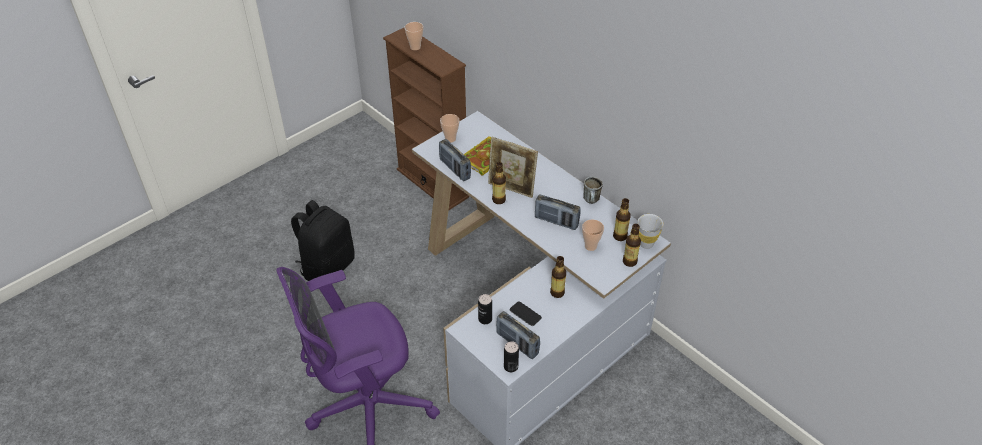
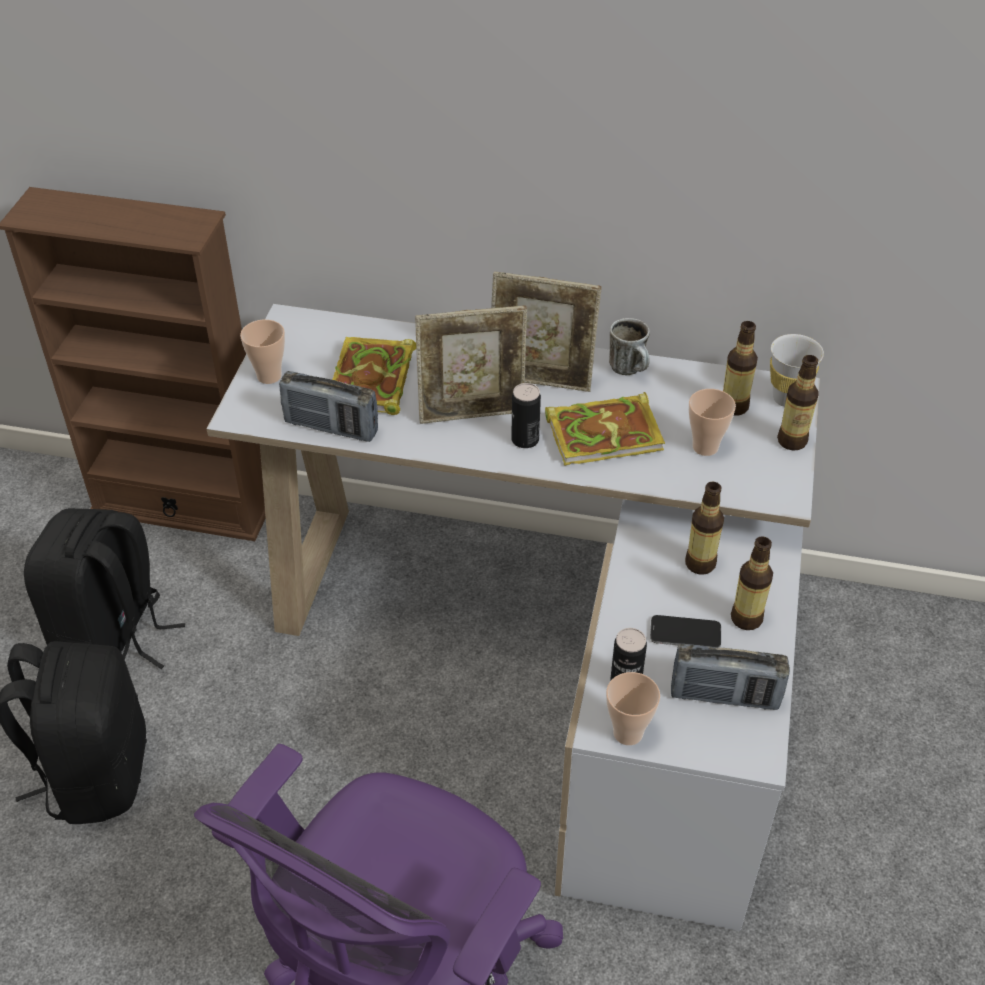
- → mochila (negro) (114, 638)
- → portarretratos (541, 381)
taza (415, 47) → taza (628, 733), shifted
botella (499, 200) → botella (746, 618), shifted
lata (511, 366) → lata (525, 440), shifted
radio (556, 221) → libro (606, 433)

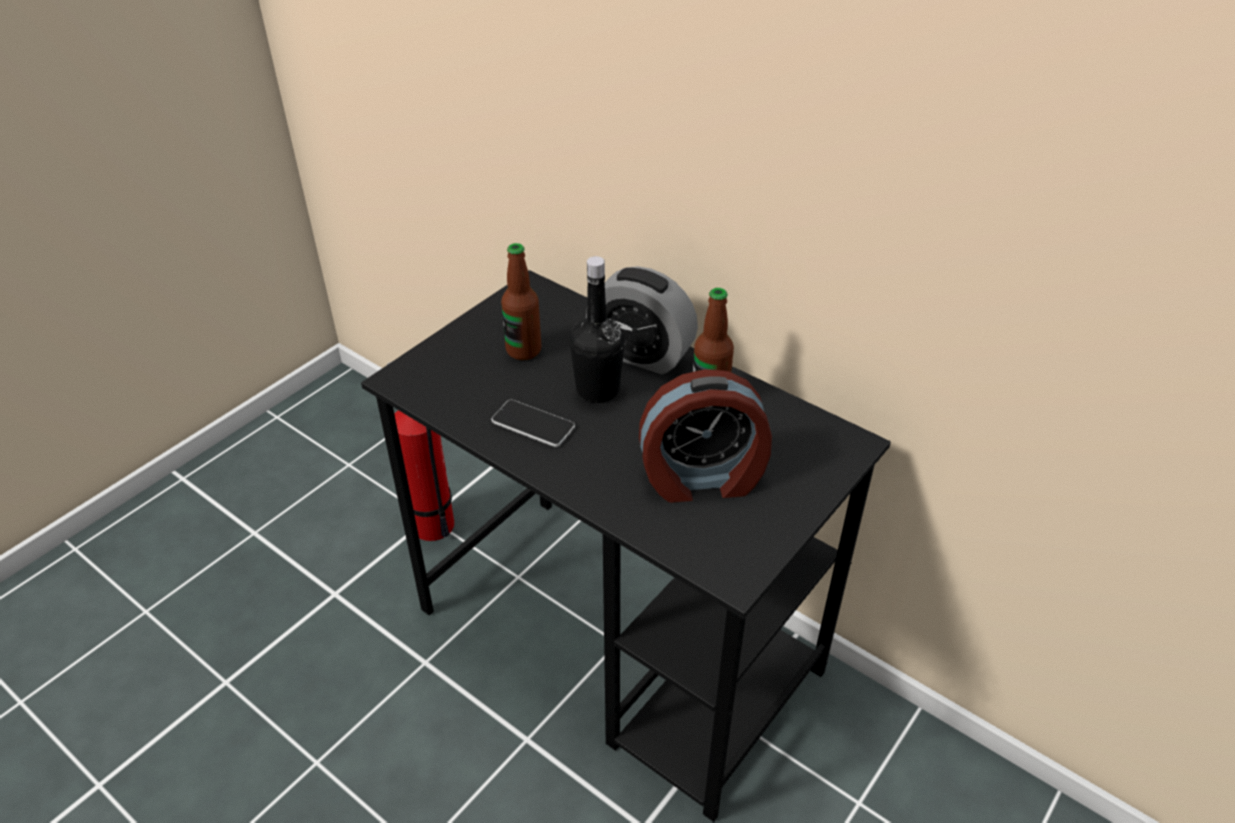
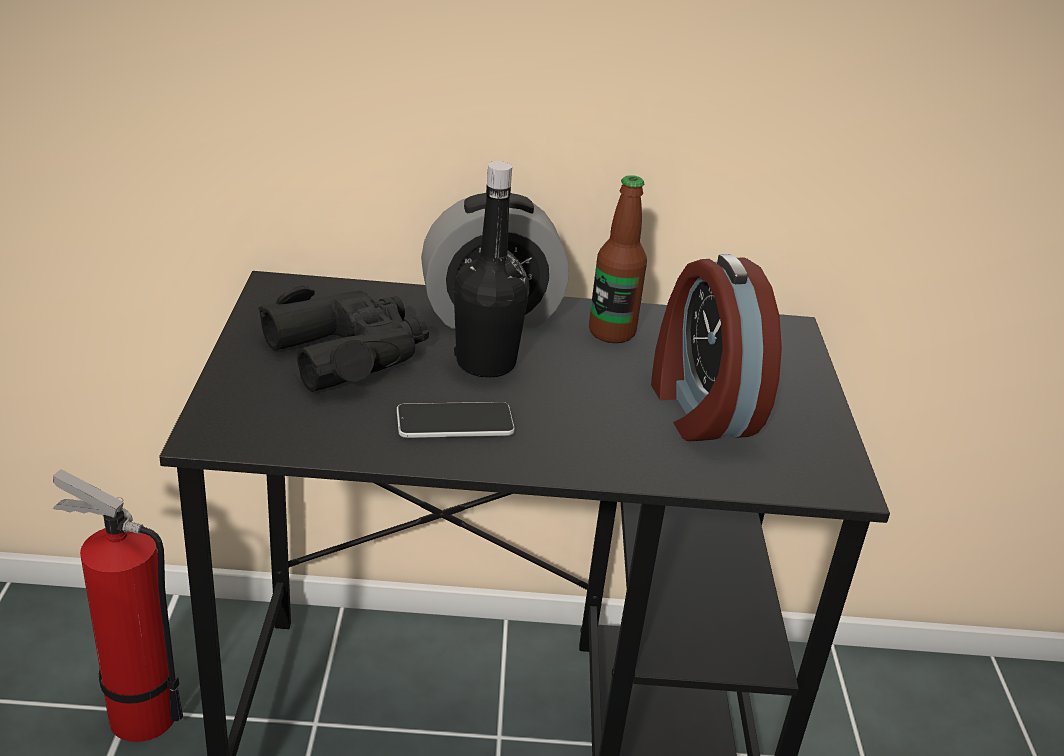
botella (523, 350) → prismáticos (negro) (348, 352)
despertador (702, 479) → despertador (699, 408), 120 degrees clockwise

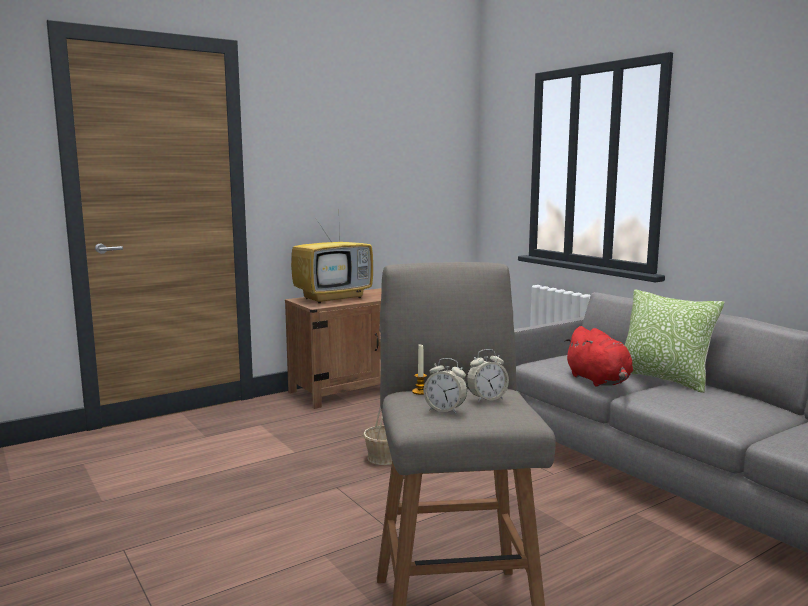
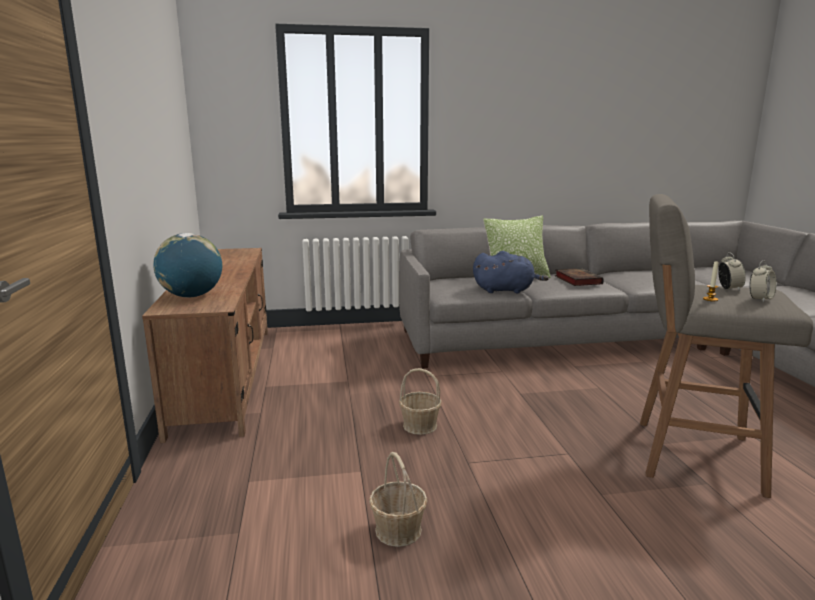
- → cesta (398, 530)
- → libro (576, 280)
televisor (334, 298) → globo terráqueo (191, 296)
peluche (rojo) (599, 381) → peluche (azul) (506, 290)

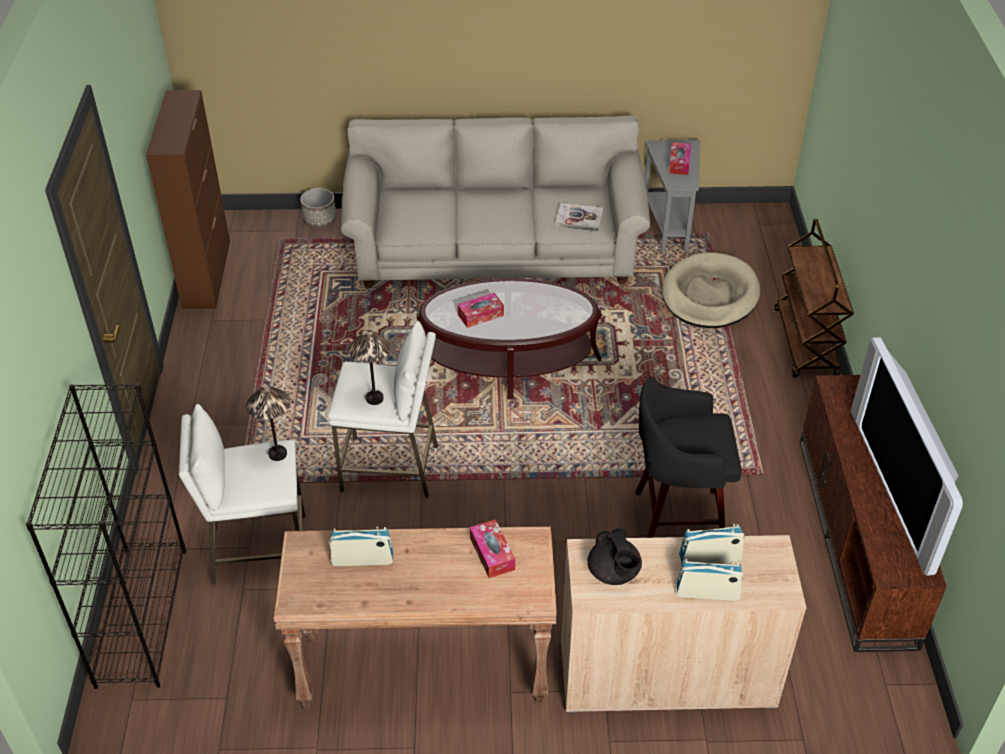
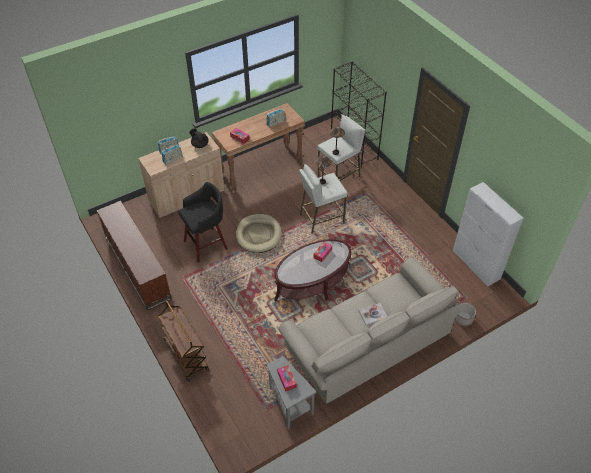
televisor (896, 488) → -
libro (579, 218) → libro (373, 314), shifted
cama para perro (beis) (709, 295) → cama para perro (beis) (258, 235), shifted
armario (marrón) (207, 273) → armario (blanco) (476, 265)

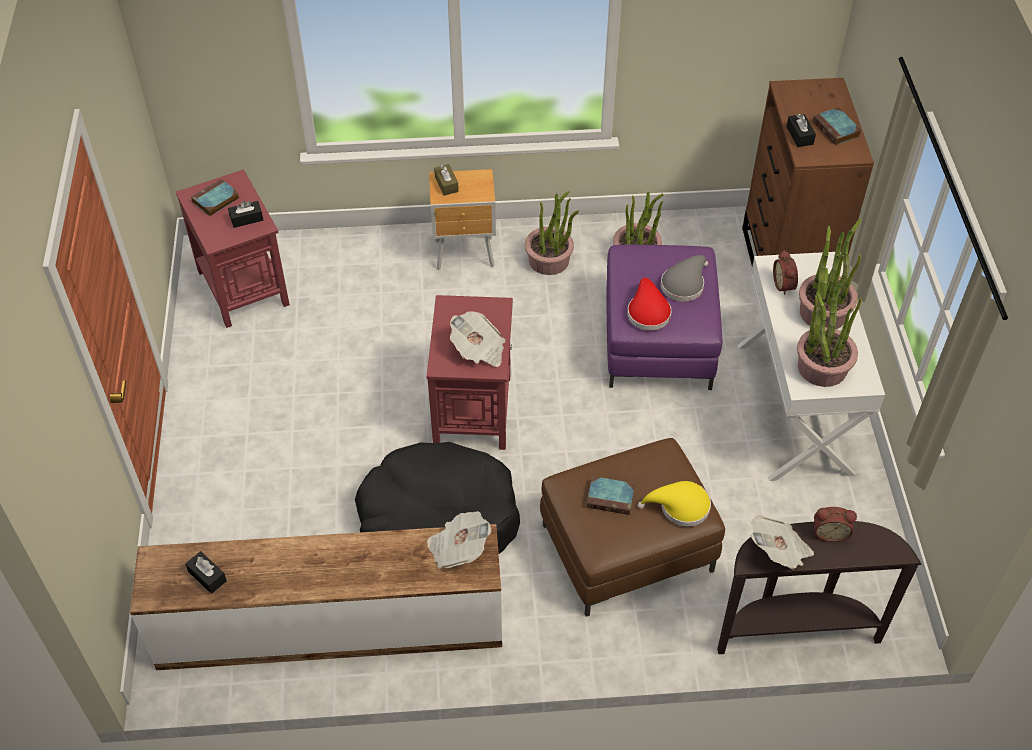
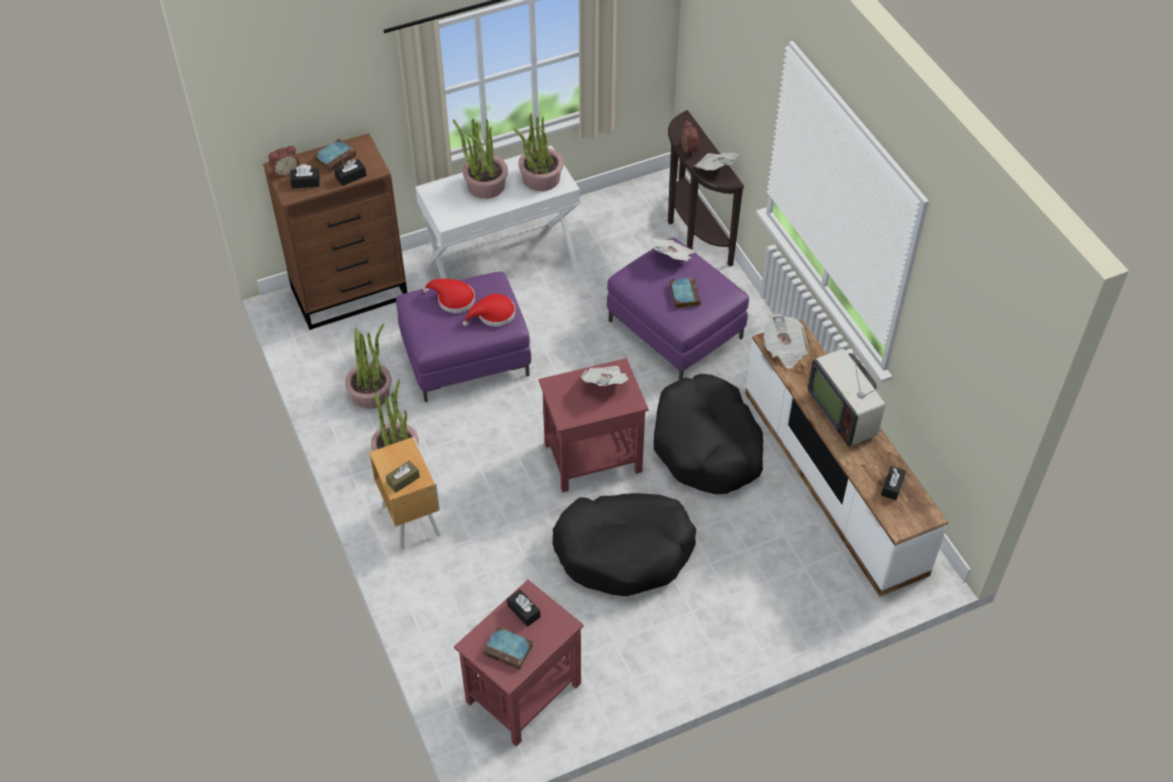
- → caja de pañuelos (negro) (305, 182)
- → cama para perro (negro) (624, 551)
- → televisor (844, 412)
despertador (785, 285) → despertador (285, 171), shifted
sombrero (amarillo) (680, 507) → periódico (672, 257)
puf (marrón) (627, 548) → puf (morado) (675, 329)
sombrero (gris) (684, 284) → sombrero (rojo) (453, 299)

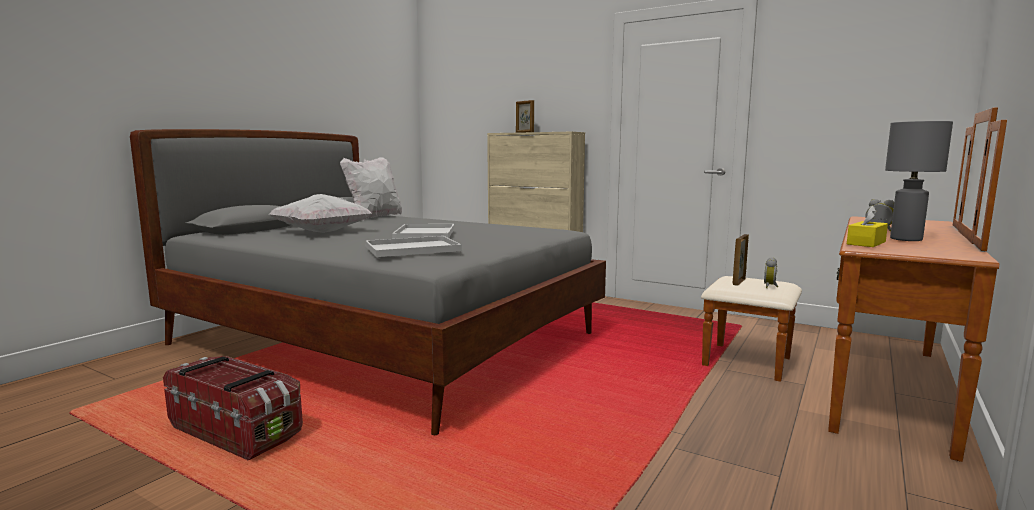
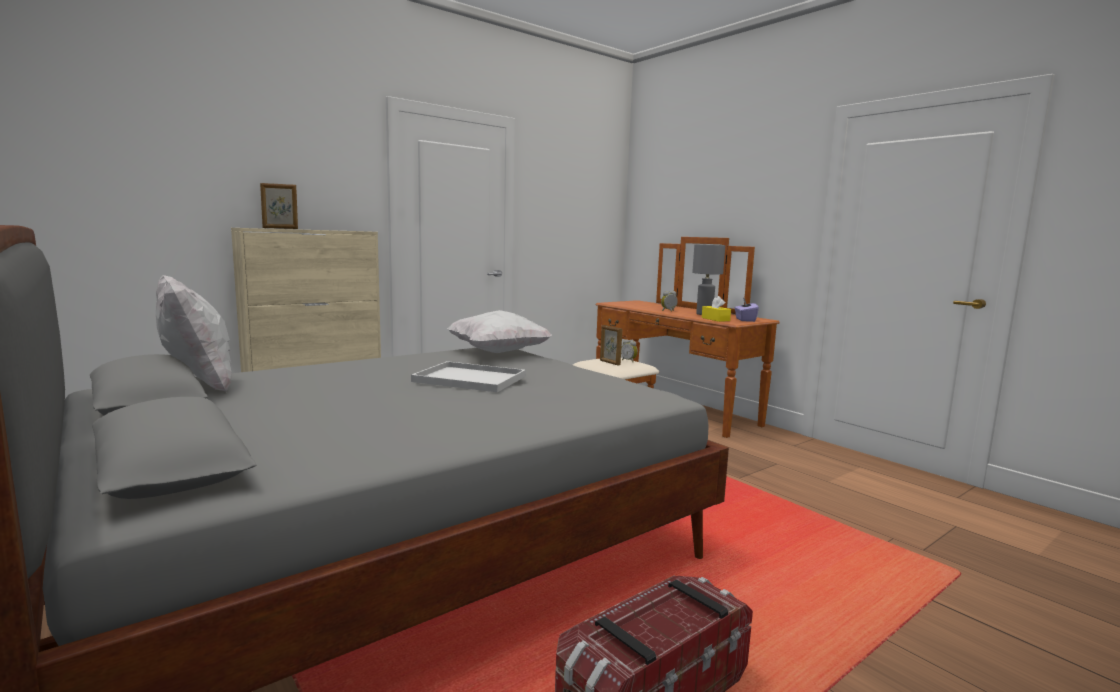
bandeja (blanco) (411, 249) → -
- → caja de pañuelos (morado) (745, 320)
cojín (blanco) (322, 232) → cojín (blanco) (498, 353), shifted

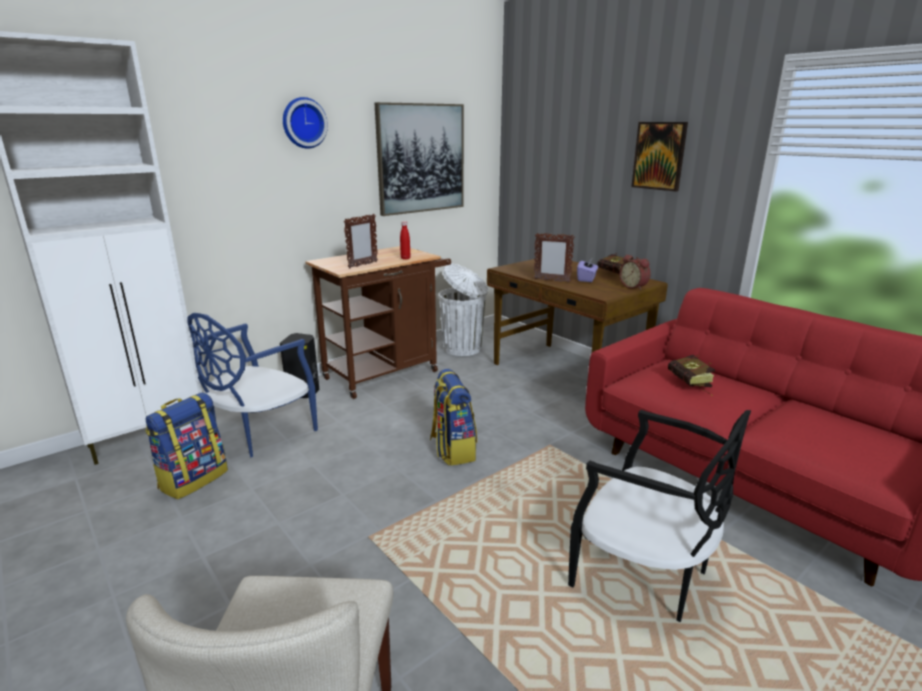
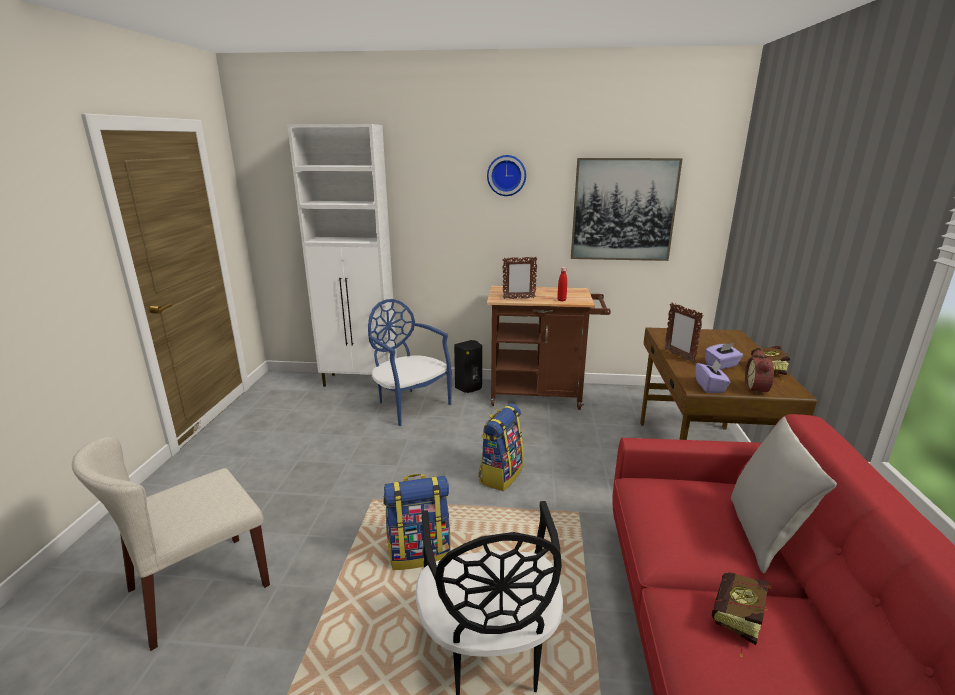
papelera (blanco) (463, 349) → -
cuadro (659, 156) → -
- → caja de pañuelos (morado) (710, 387)
- → cojín (gris) (763, 534)
mochila (193, 479) → mochila (419, 553), shifted
libro (691, 385) → libro (735, 623), shifted
silla (azul) (260, 434) → silla (azul) (410, 405), 60 degrees clockwise

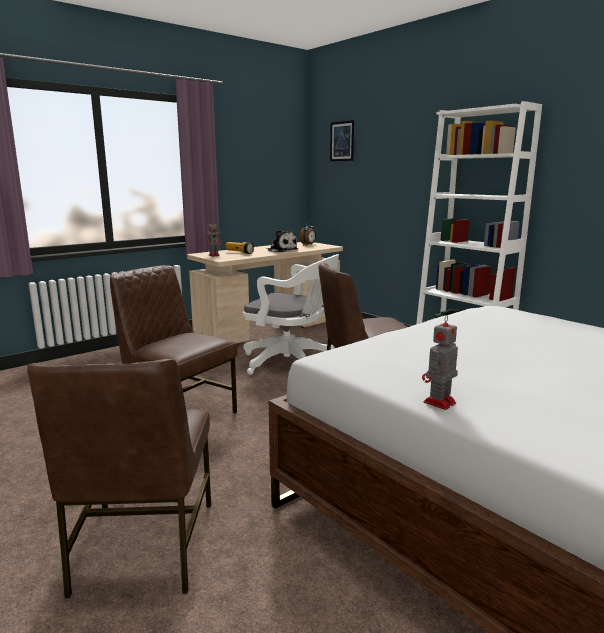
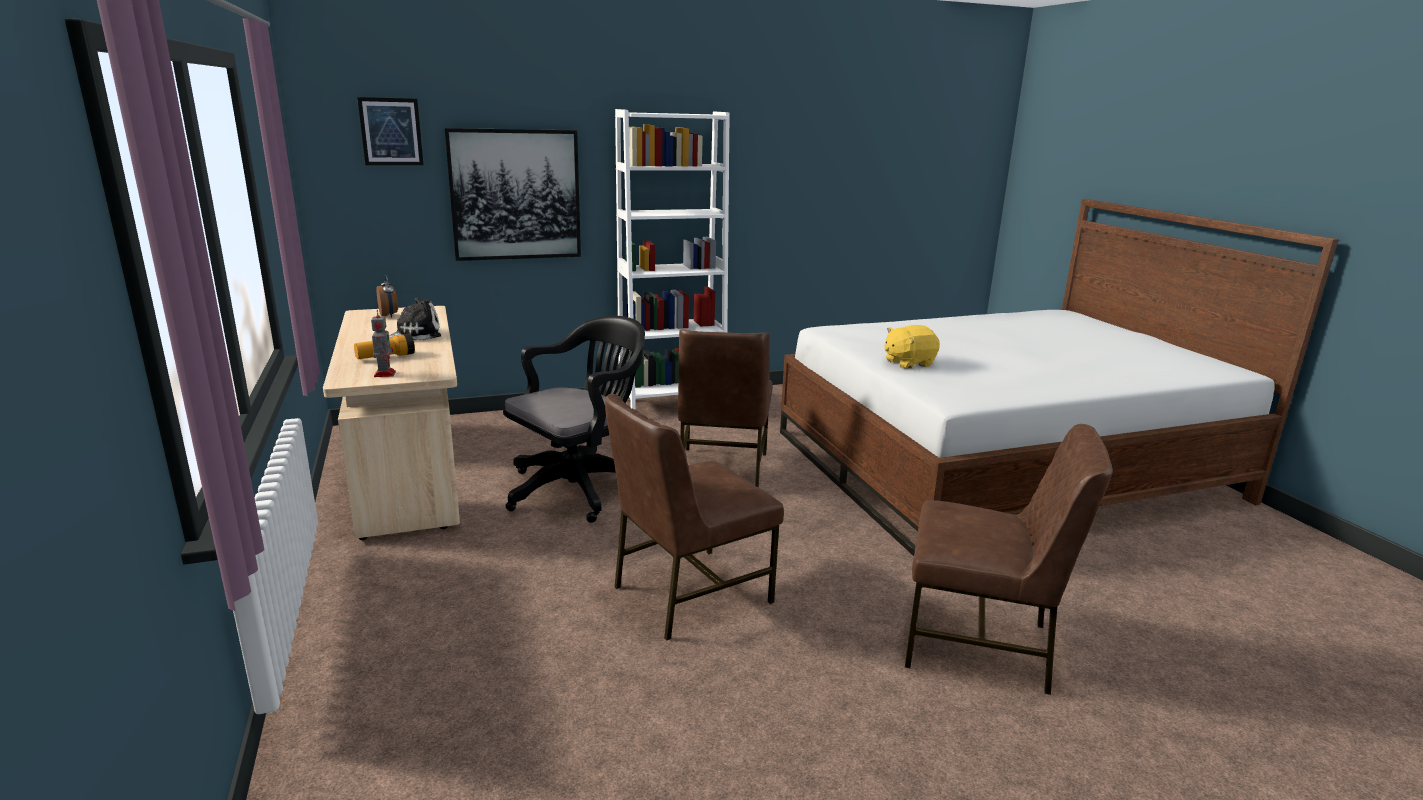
robot de juguete (438, 403) → -
- → cuadro (515, 195)
- → peluche (amarillo) (908, 363)
silla de oficina (blanco) (292, 363) → silla de oficina (negro) (580, 487)

